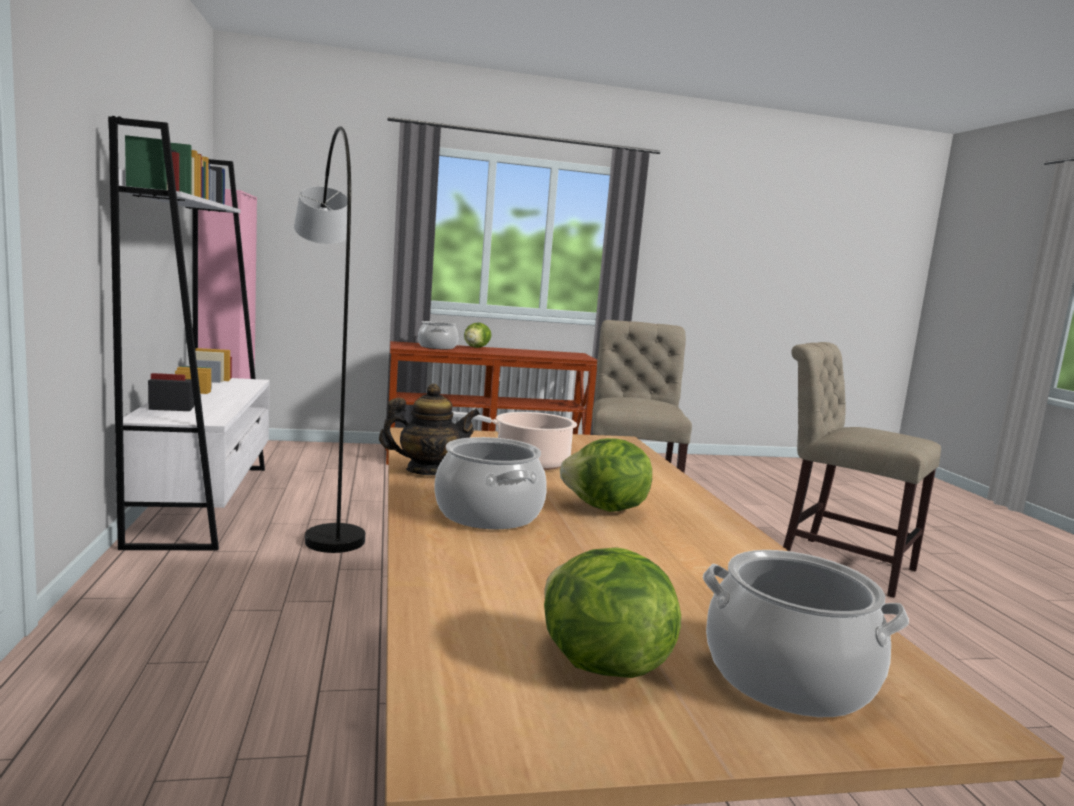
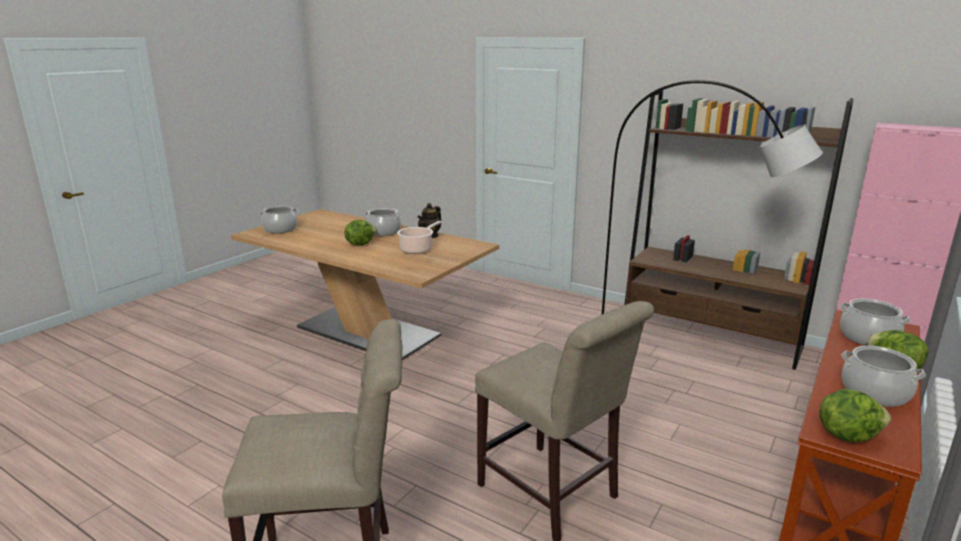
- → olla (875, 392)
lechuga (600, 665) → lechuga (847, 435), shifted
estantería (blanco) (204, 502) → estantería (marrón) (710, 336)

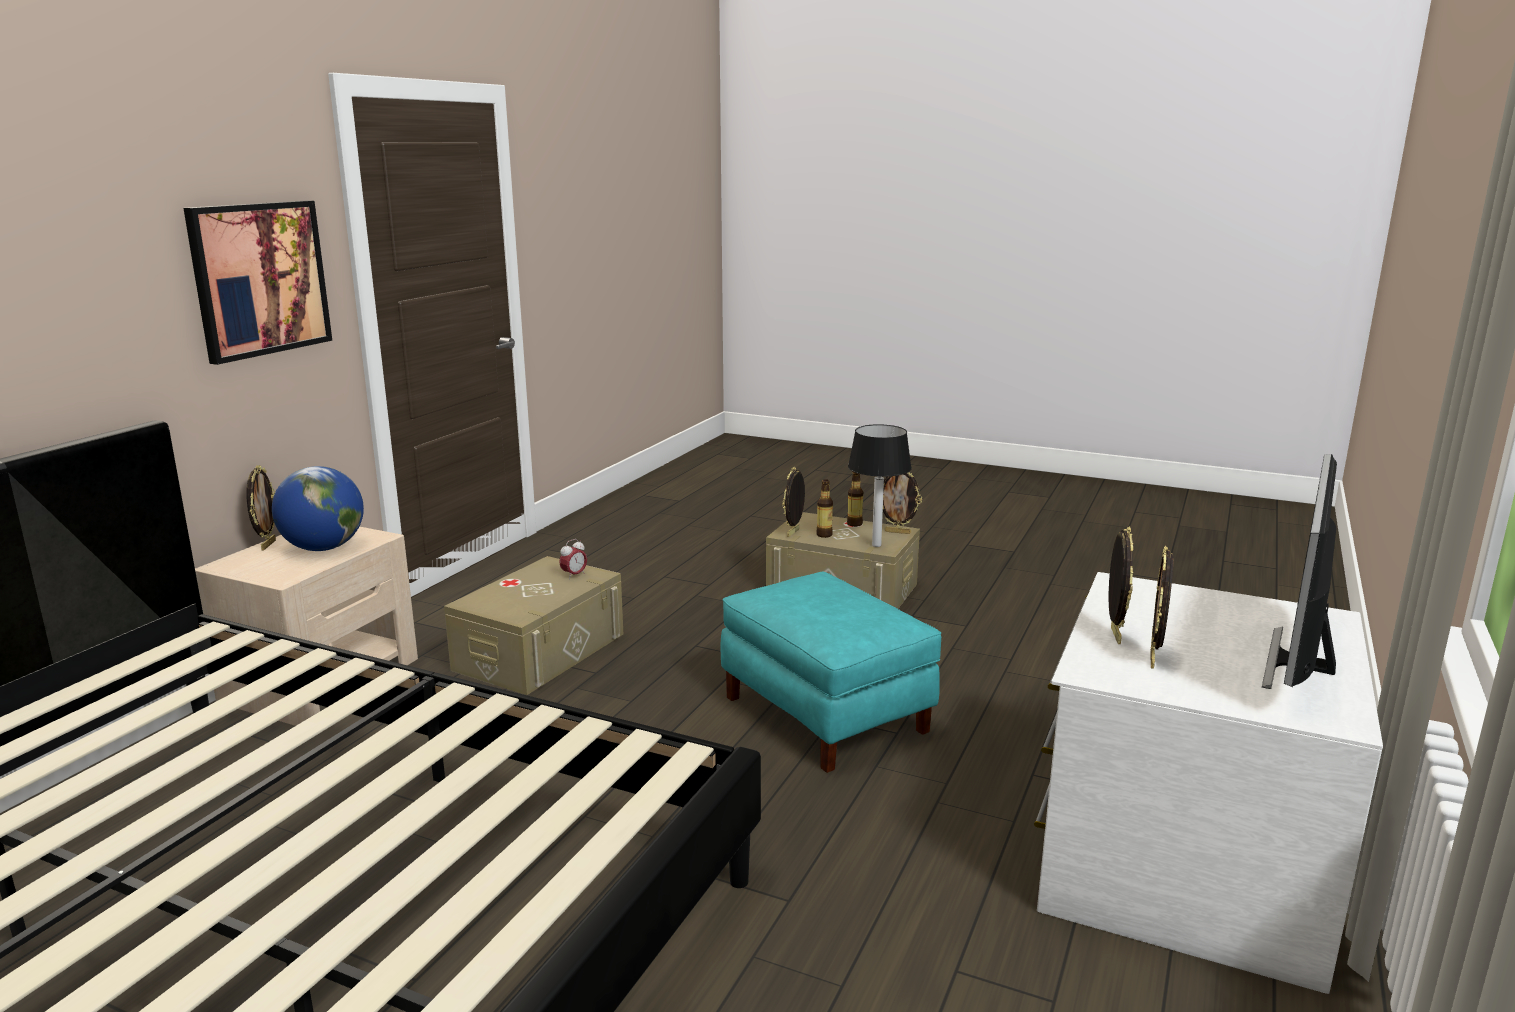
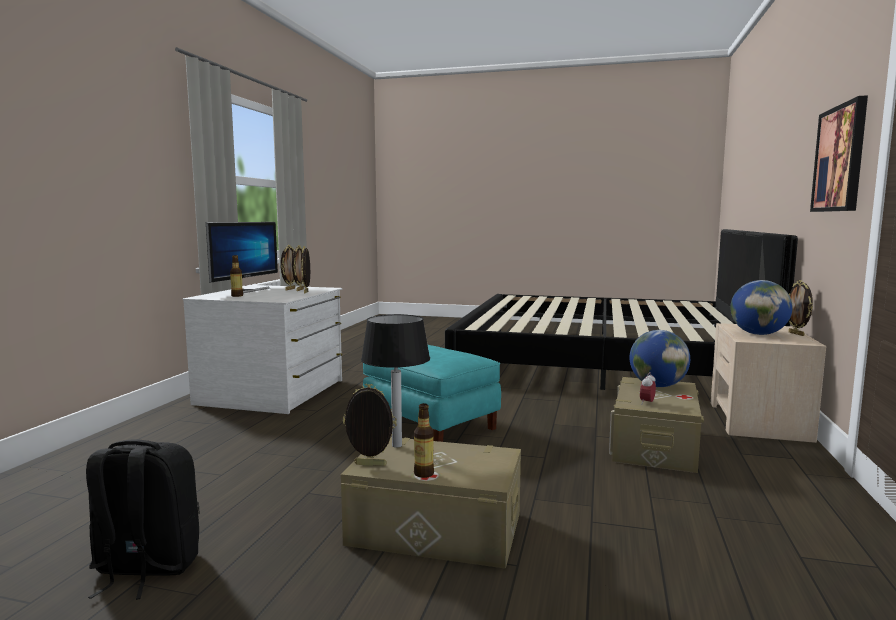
- → mochila (negro) (145, 568)
- → globo terráqueo (657, 386)
portarretratos (794, 533) → portarretratos (289, 289), shifted
botella (824, 535) → botella (237, 296), shifted

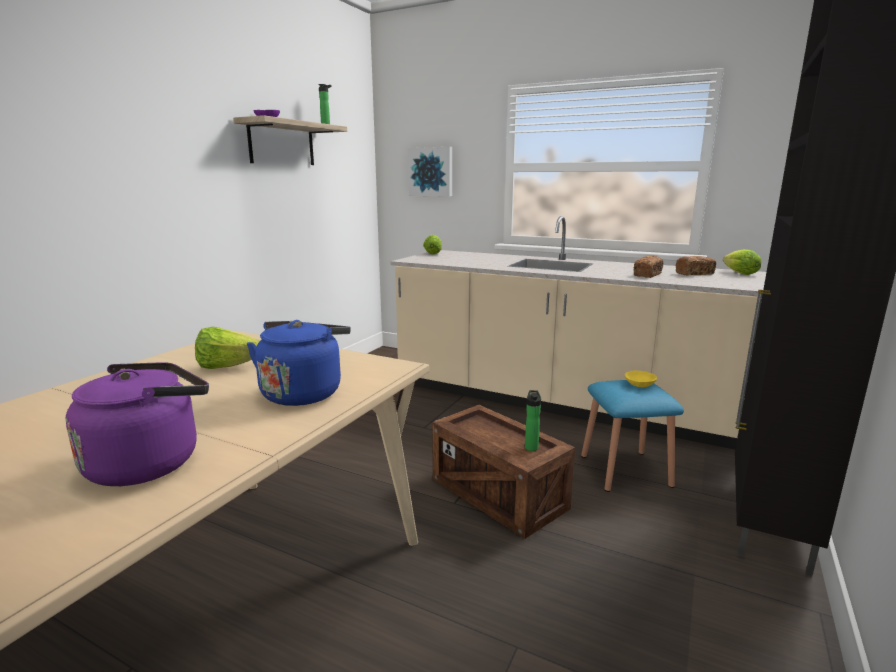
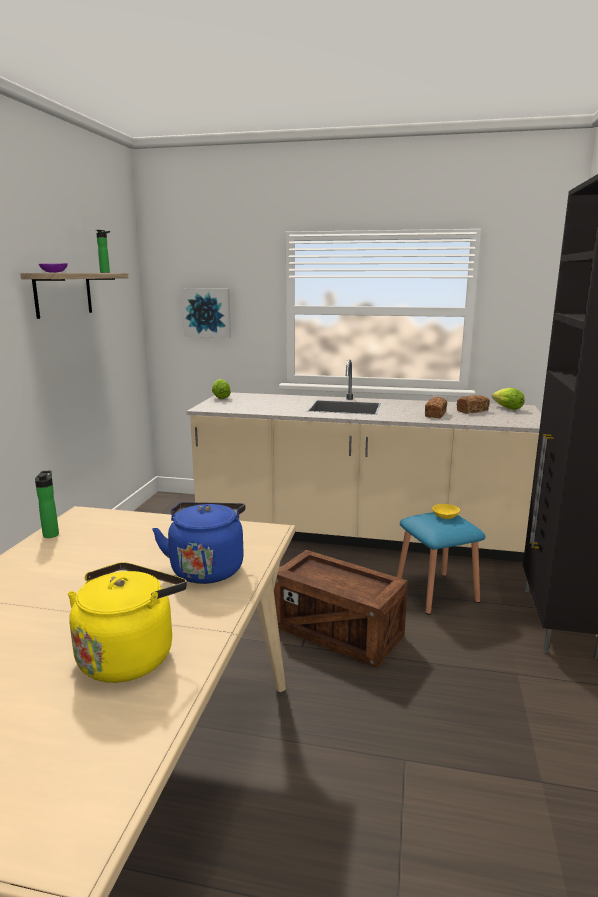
lechuga (229, 367) → -
botella (531, 446) → botella (51, 534), shifted
hervidor (morado) (150, 462) → hervidor (amarillo) (129, 655)

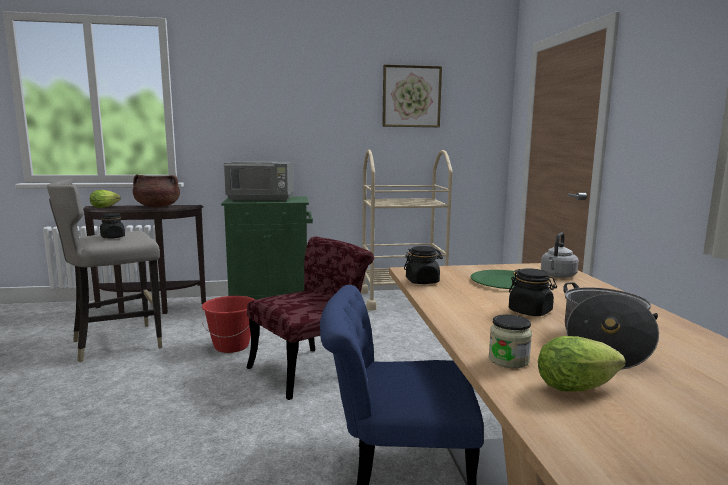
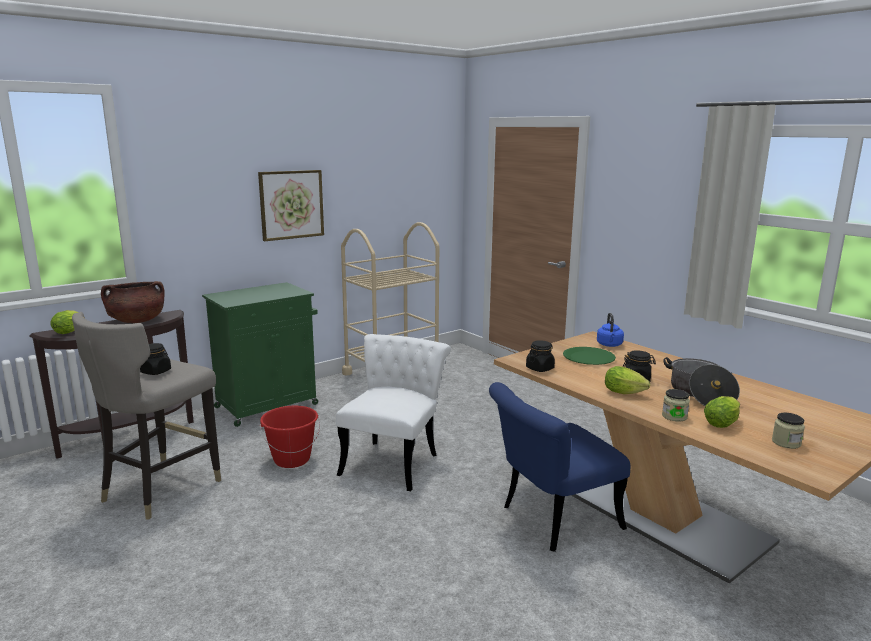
microondas (gris) (261, 199) → -
- → lechuga (626, 393)
- → tarro (786, 442)
cuadro (411, 96) → cuadro (291, 204), shifted
silla (rojo) (311, 368) → silla (blanco) (394, 460)
hervidor (gris) (557, 276) → hervidor (azul) (609, 345)

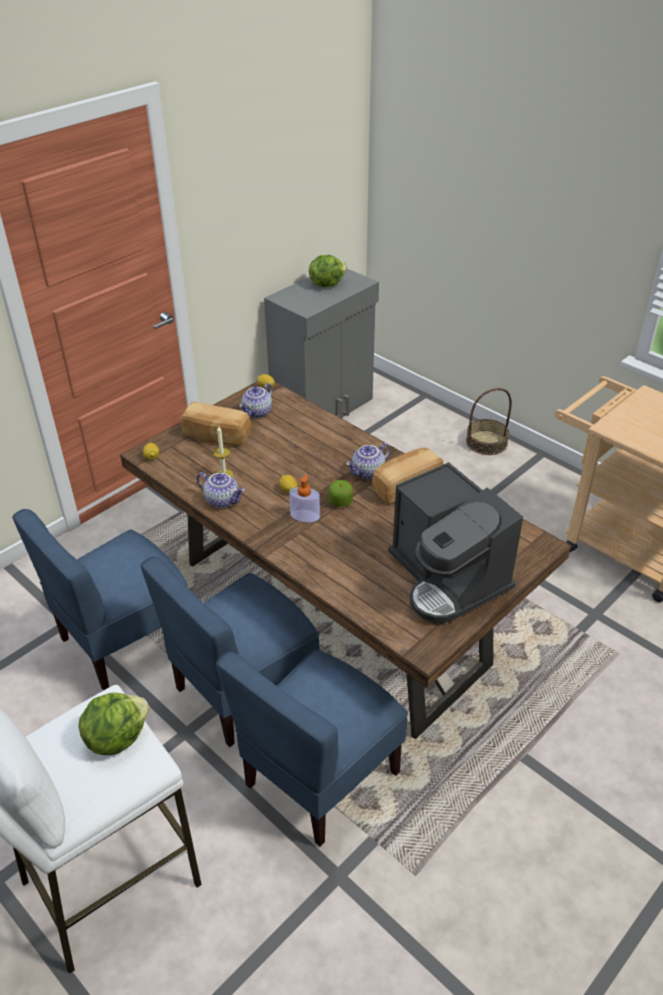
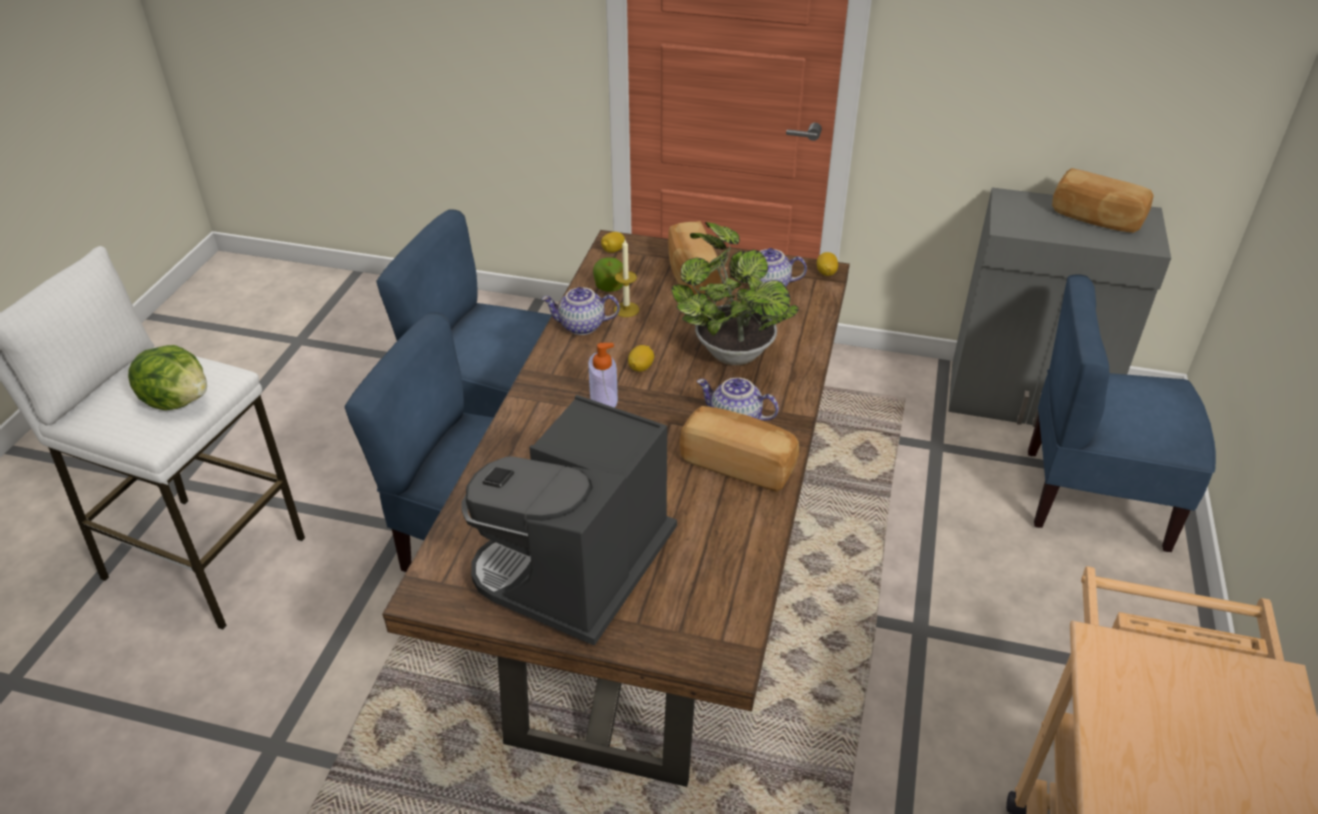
cesta (486, 442) → -
- → planta en maceta (730, 350)
silla (azul) (320, 777) → silla (azul) (1094, 497), shifted
manzana (340, 502) → manzana (609, 287), shifted
lechuga (326, 284) → pan (1096, 219)
tetera (223, 500) → tetera (581, 326), 90 degrees clockwise

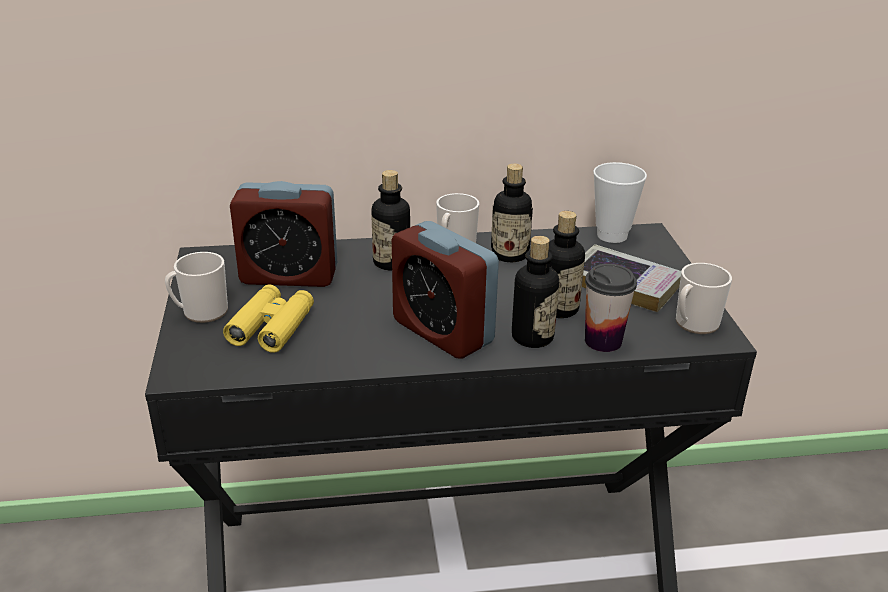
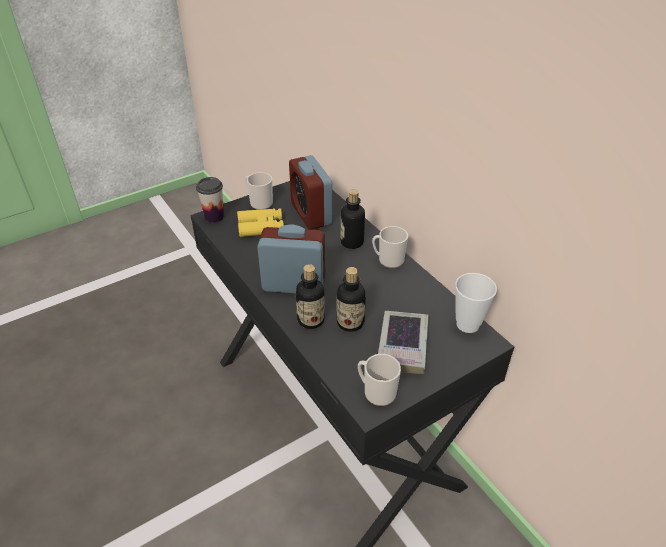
botella (509, 254) → -
taza (603, 341) → taza (214, 216), shifted
despertador (442, 332) → despertador (293, 284), 75 degrees clockwise

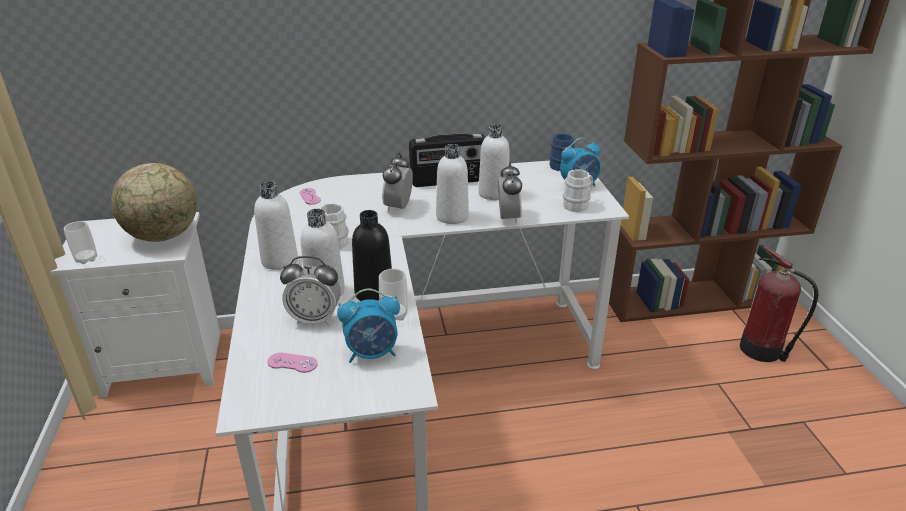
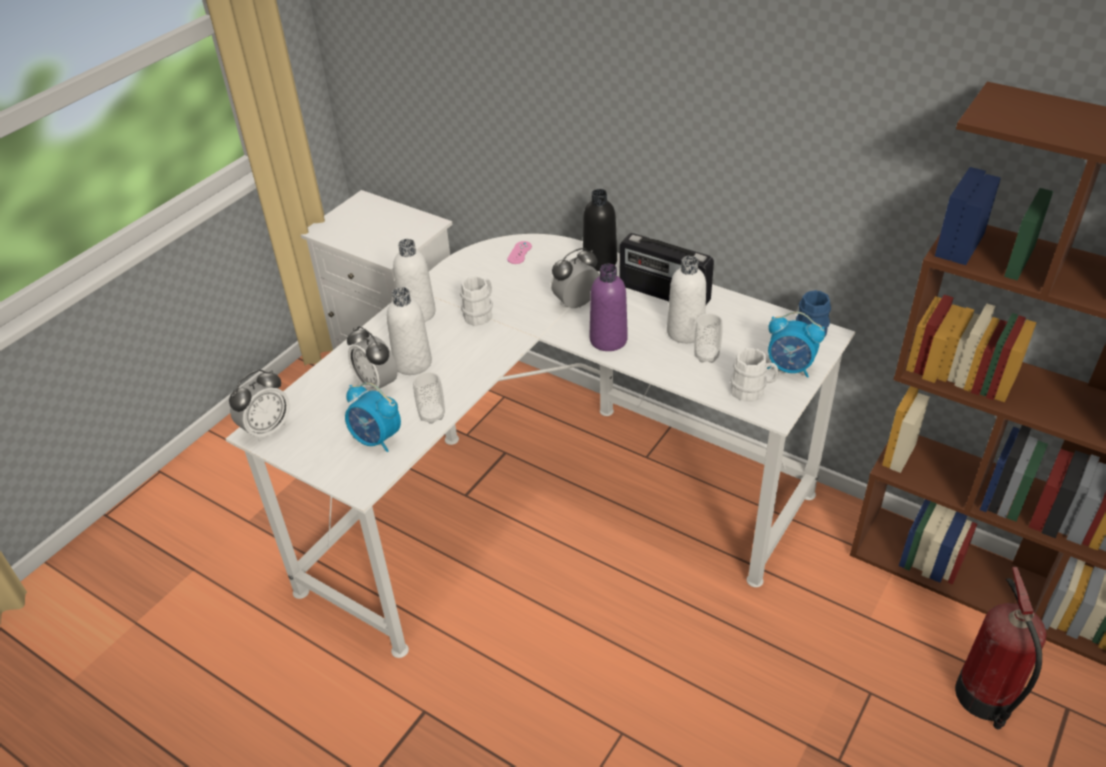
globo terráqueo (164, 236) → -
mando de consola (rosa) (292, 363) → -
taza (86, 259) → taza (706, 356), shifted
botella (negro) (374, 293) → botella (negro) (599, 262), shifted
despertador (508, 218) → despertador (266, 429), shifted
botella (blanco) (452, 217) → botella (morado) (608, 340)

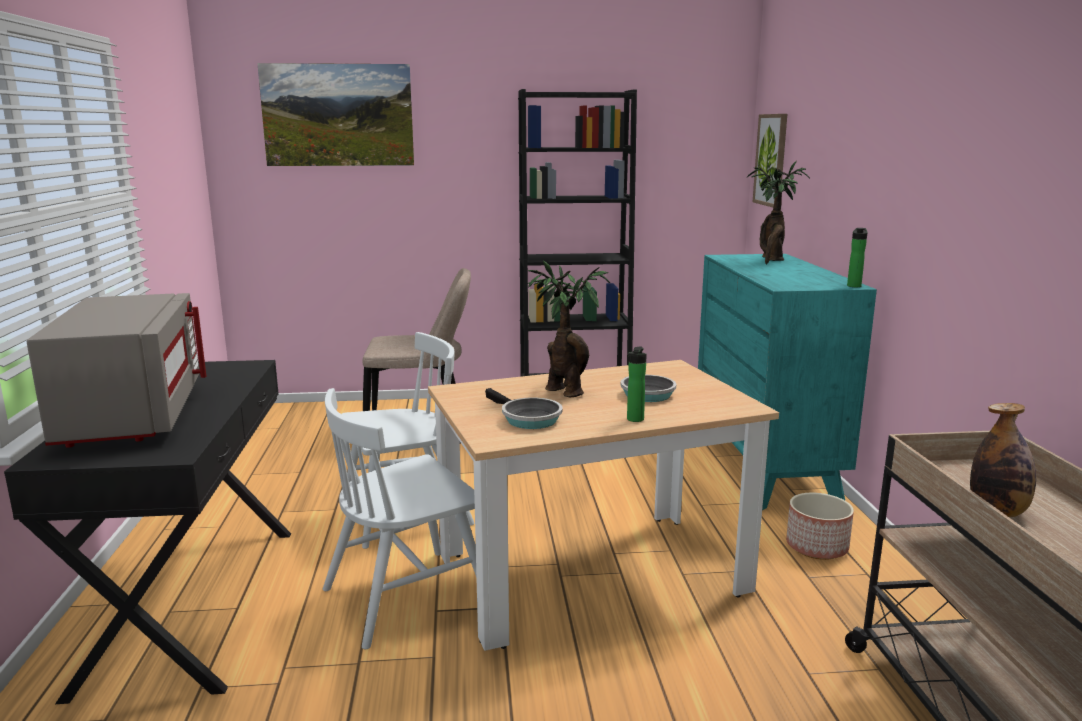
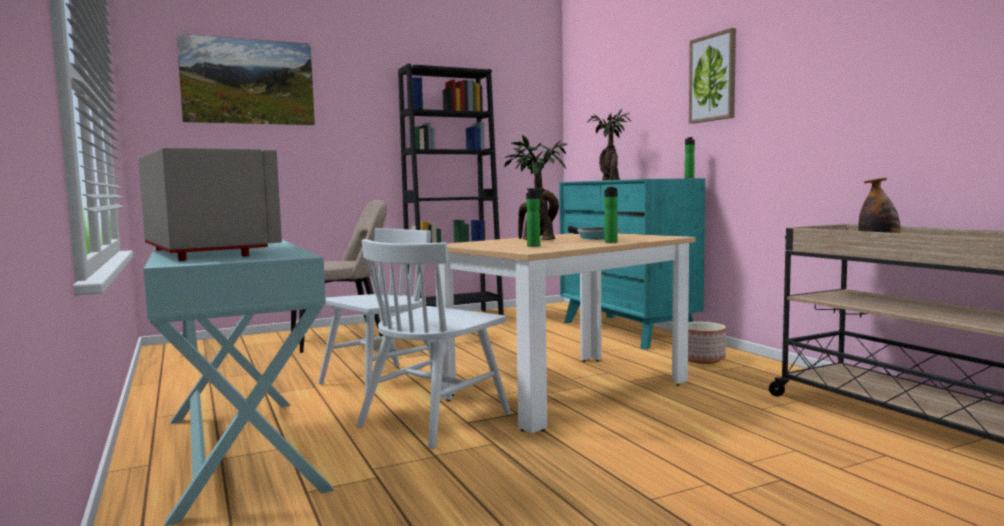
cuadro (771, 160) → cuadro (713, 78), shifted
sartén (527, 418) → botella (535, 246)
mesa consola (negro) (192, 604) → mesa consola (turquesa) (239, 451)

